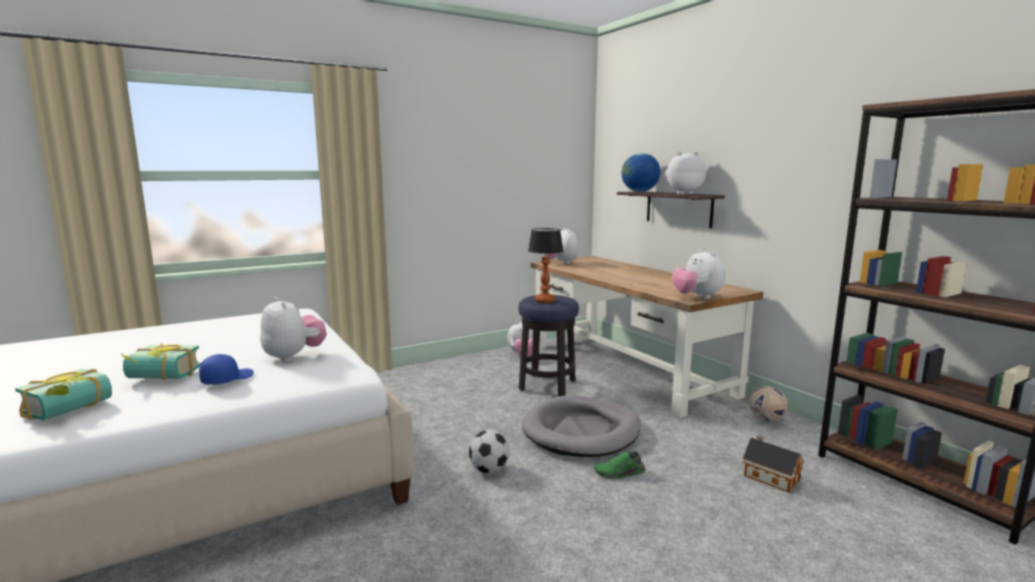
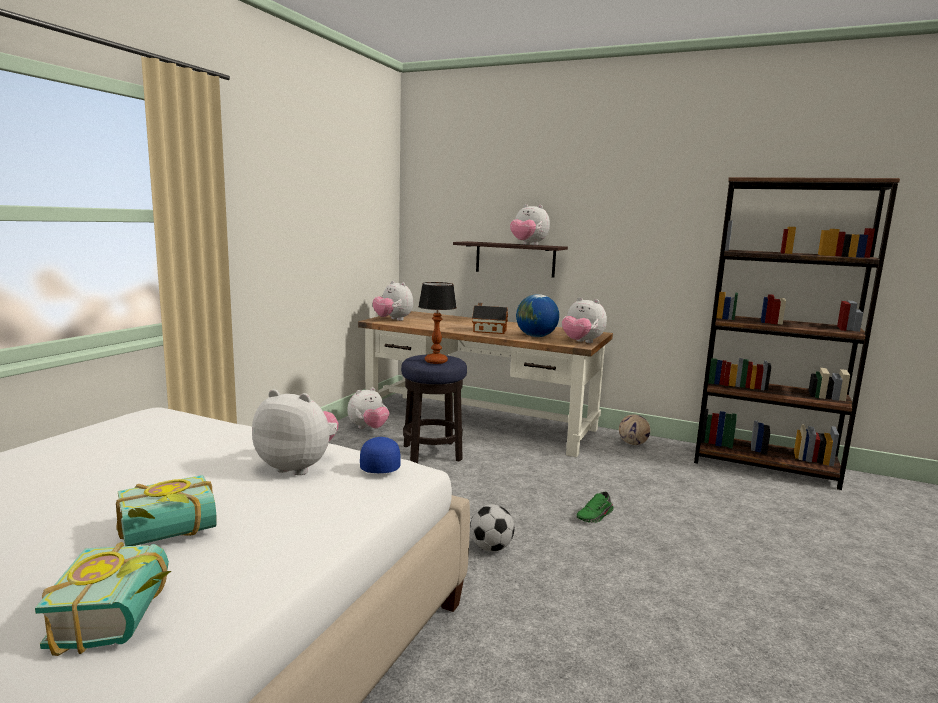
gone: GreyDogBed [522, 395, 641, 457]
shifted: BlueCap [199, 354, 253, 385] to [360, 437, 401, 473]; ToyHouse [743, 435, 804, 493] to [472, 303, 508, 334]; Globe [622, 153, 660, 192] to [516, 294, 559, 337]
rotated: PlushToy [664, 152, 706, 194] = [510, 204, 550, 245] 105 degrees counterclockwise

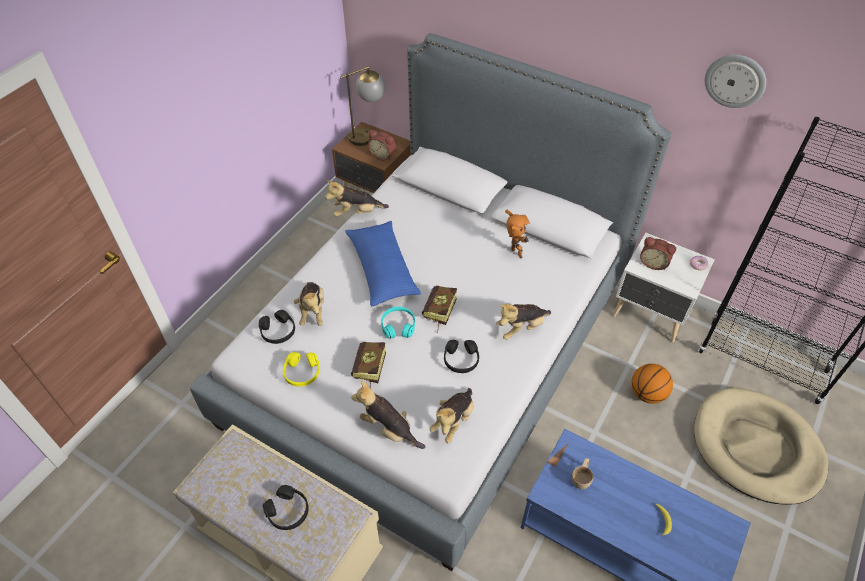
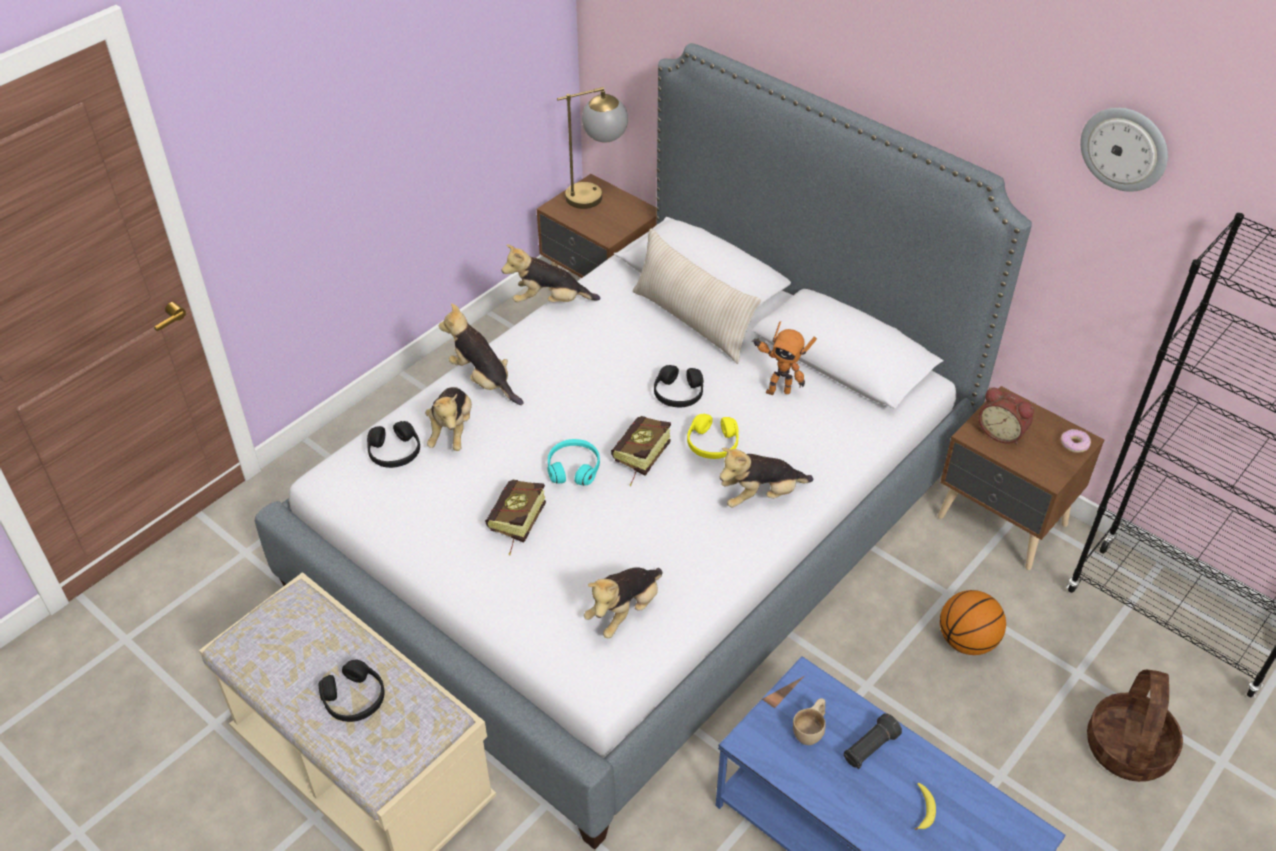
gone: BluePillow [345, 221, 421, 306]; AlarmClock [368, 130, 396, 161]
new: BeigePillow [633, 229, 761, 364]; BlackFlashlight [844, 713, 902, 769]
shifted: PlushToy [351, 381, 425, 449] to [439, 303, 523, 405]; BlackHeadphones [444, 340, 479, 373] to [654, 365, 703, 408]; YellowHeadphones [283, 352, 319, 387] to [687, 414, 739, 459]
swapped: BeigeDogBed [694, 388, 829, 505] to Basket [1087, 670, 1183, 782]
repainted: WhiteNightstand [612, 233, 715, 342] to BrownNightstand [938, 386, 1104, 570]
rotated: ToyRobot [505, 210, 530, 259] = [752, 321, 817, 395] 120 degrees clockwise

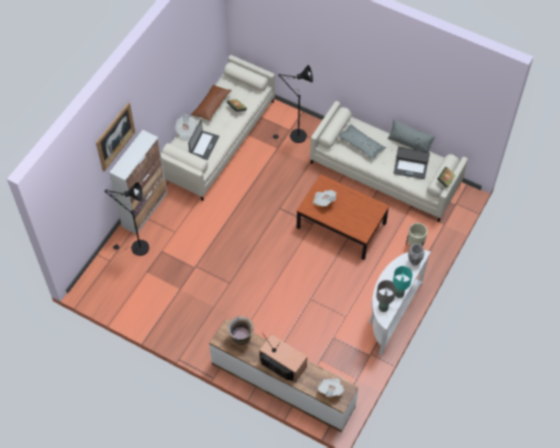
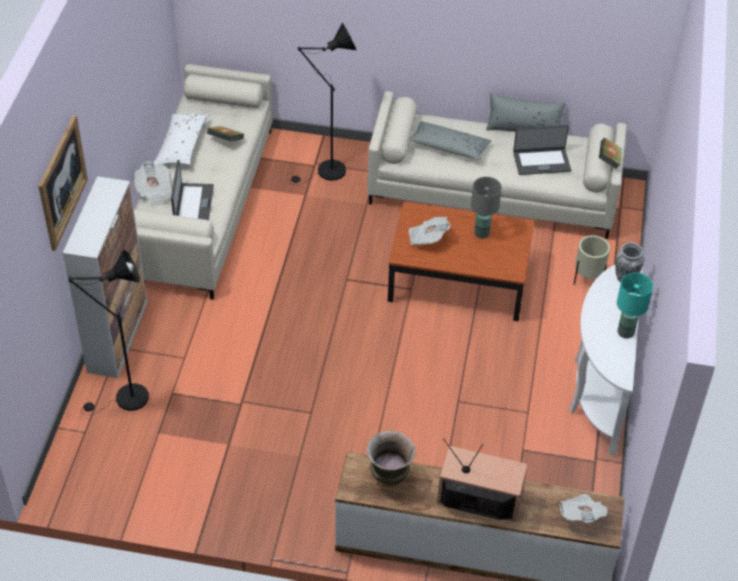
shifted: GreyTableLamp [376, 280, 396, 312] to [471, 177, 502, 239]
repainted: BrownPillow [191, 85, 232, 121] to WhitePillow [154, 114, 209, 165]

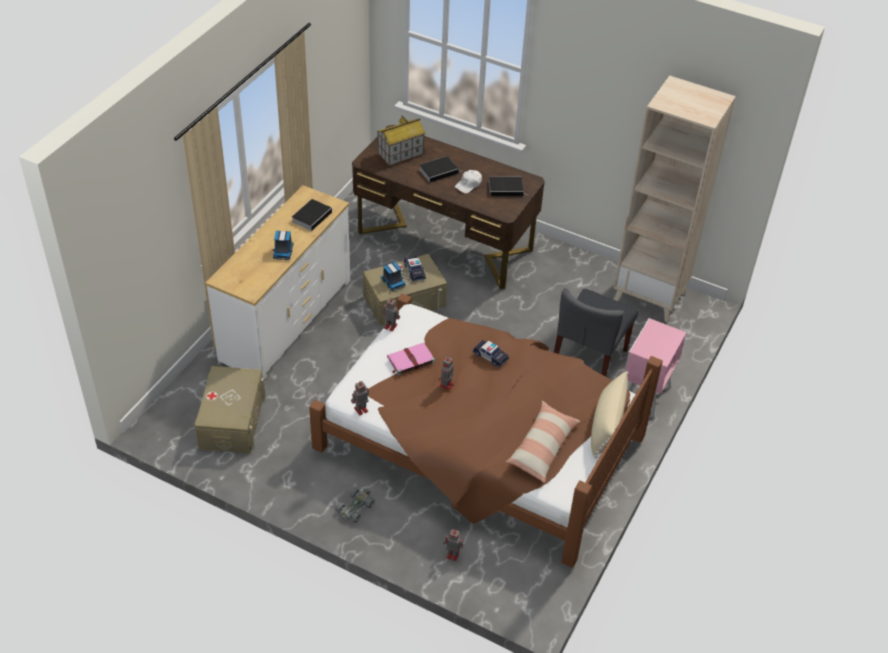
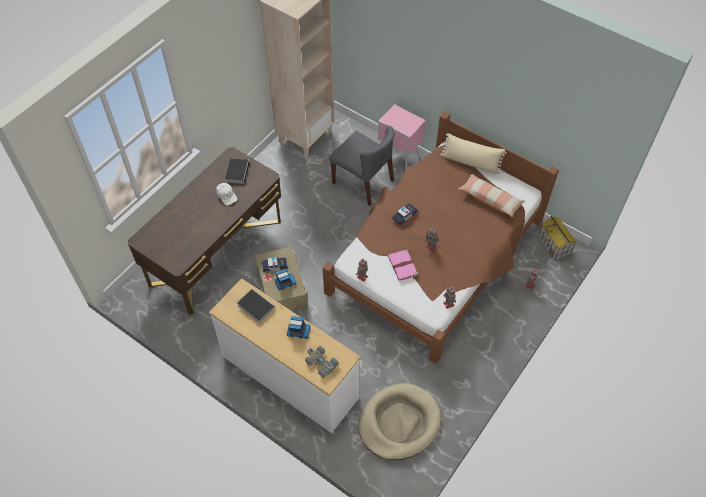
gone: Book [419, 156, 462, 182]
shifted: GreyToyCar [335, 488, 375, 523] to [305, 346, 339, 378]; ToyHouse [377, 116, 425, 166] to [538, 216, 577, 261]
swapped: BeigeStorageBox [194, 366, 266, 453] to BeigeDogBed [359, 383, 441, 460]

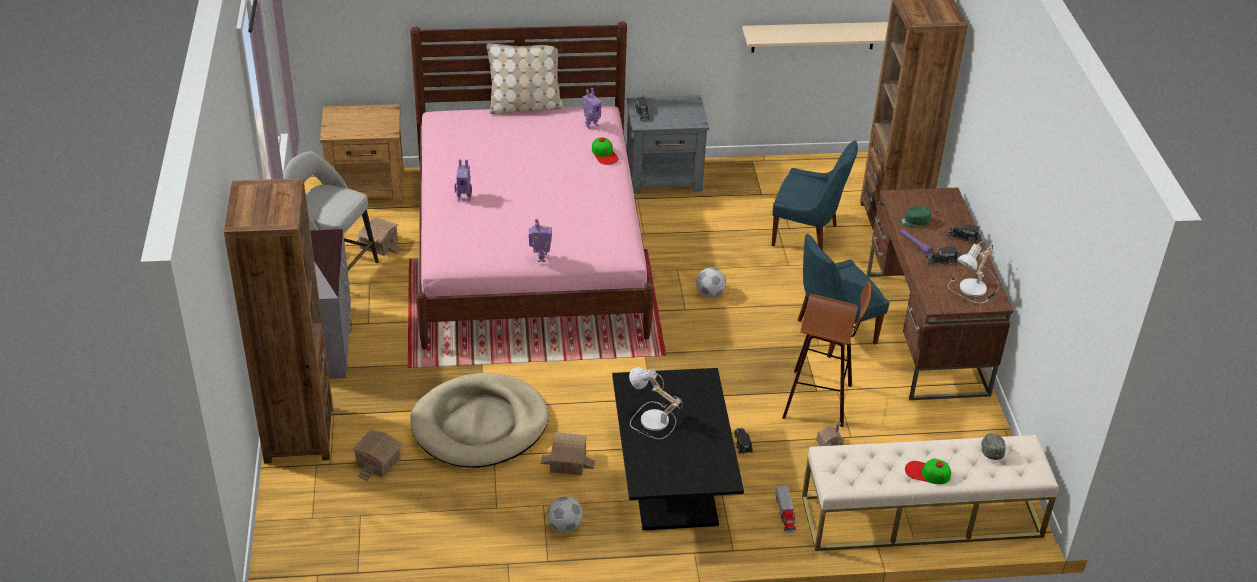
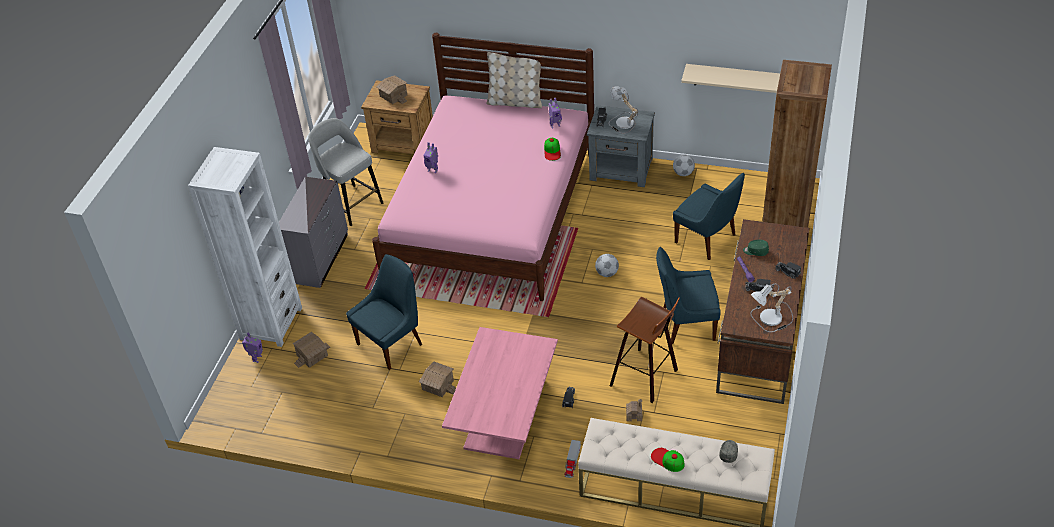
shifted: ToyRobot [529, 219, 552, 262] to [242, 332, 263, 363]; ToyHouse [357, 217, 401, 256] to [376, 75, 407, 104]; TableLamp [629, 367, 683, 440] to [608, 86, 638, 134]; Football [547, 497, 583, 532] to [673, 155, 695, 176]
swapped: BeigeDogBed [410, 373, 549, 468] to BlueChair [346, 254, 422, 370]
repainted: BrownBookcase [224, 178, 333, 464] to WhiteBookcase [188, 147, 302, 347]; BlackCoffeeTable [612, 368, 744, 530] to PinkCoffeeTable [442, 327, 558, 459]

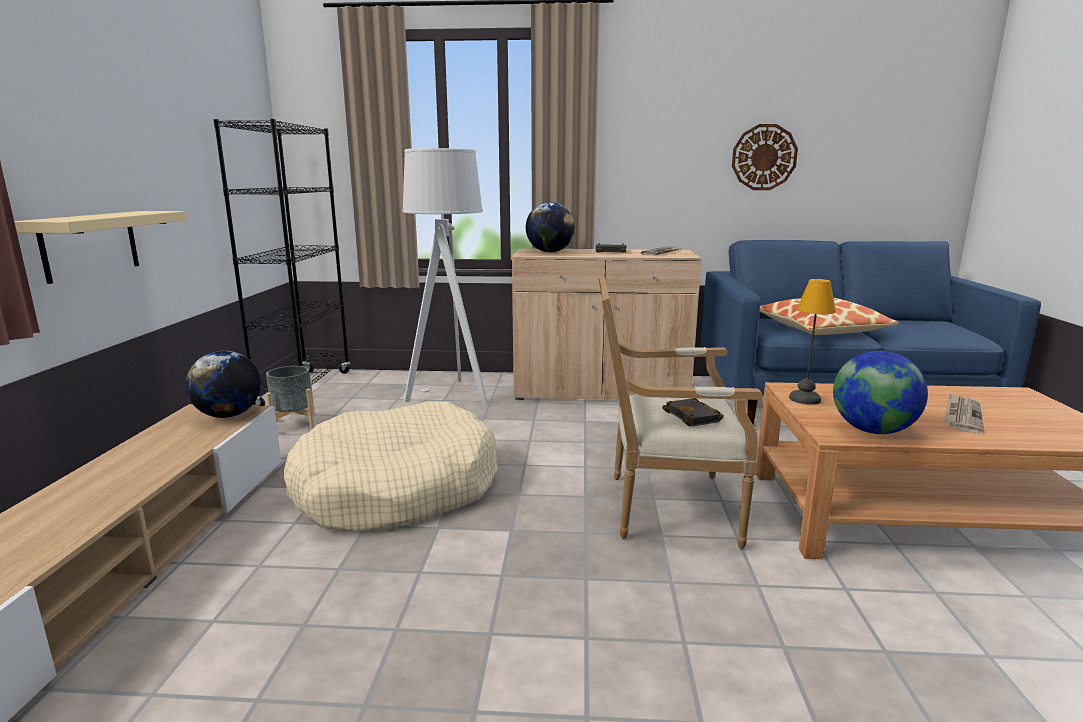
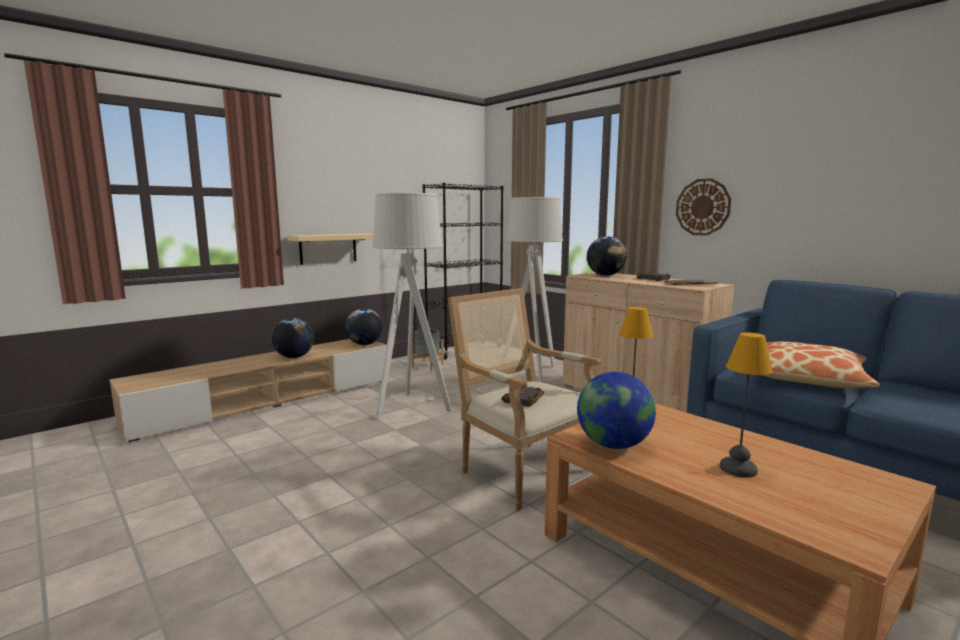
new: Globe [272, 318, 314, 358]
shifted: WallClock [732, 124, 798, 190] to [676, 178, 731, 236]
swapped: BeigeDogBed [284, 401, 498, 531] to GreyFloorLamp [372, 193, 452, 418]; Newspaper [944, 393, 984, 434] to TableLamp [720, 332, 773, 478]

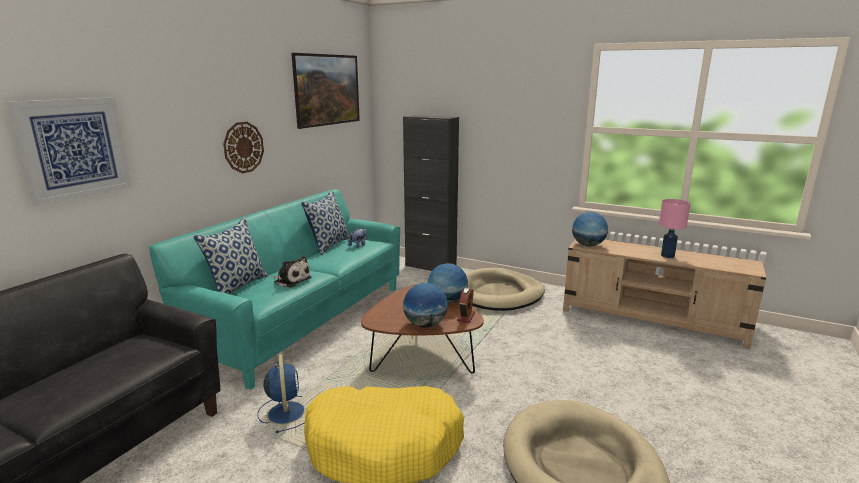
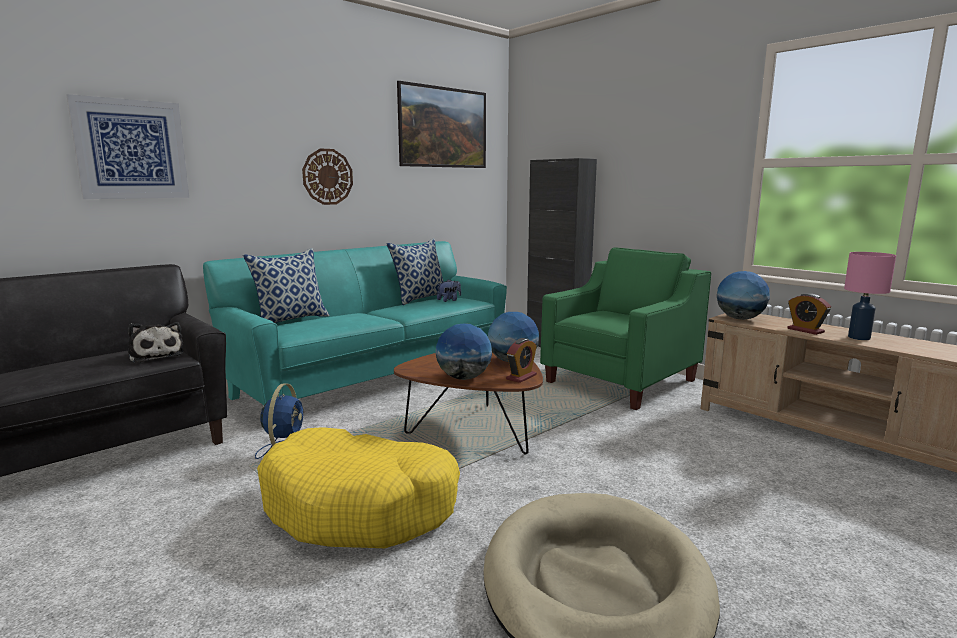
new: AlarmClock [787, 293, 831, 335]
shifted: PlushToy [272, 256, 312, 287] to [128, 322, 184, 363]
swapped: BeigeDogBed [465, 268, 545, 311] to GreenArmchair [540, 247, 711, 410]

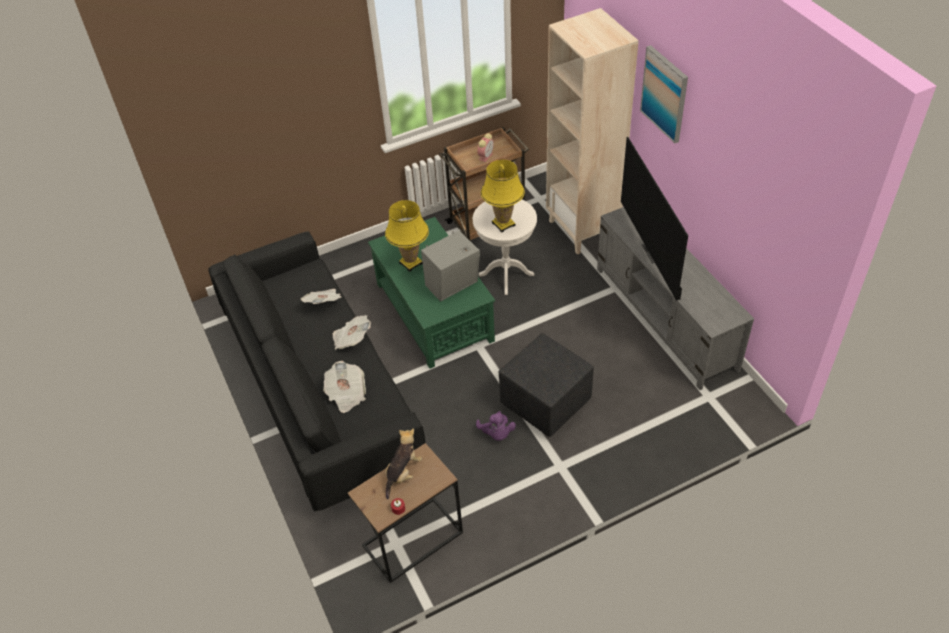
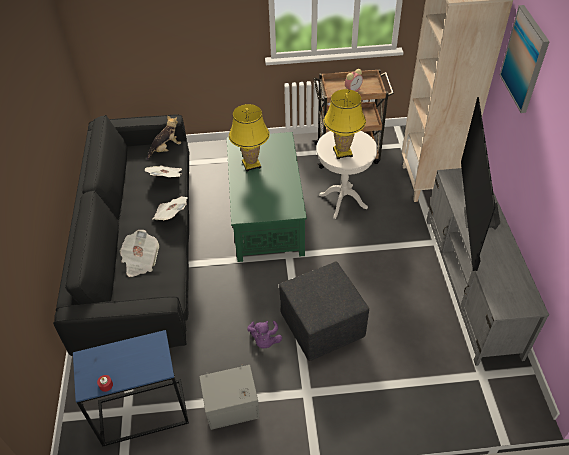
shifted: PlushToy [385, 428, 422, 499] to [147, 115, 181, 160]; GreySpeaker [421, 231, 480, 302] to [199, 365, 259, 430]
repainted: BrownSideTable [348, 443, 463, 583] to BlueSideTable [73, 330, 189, 446]

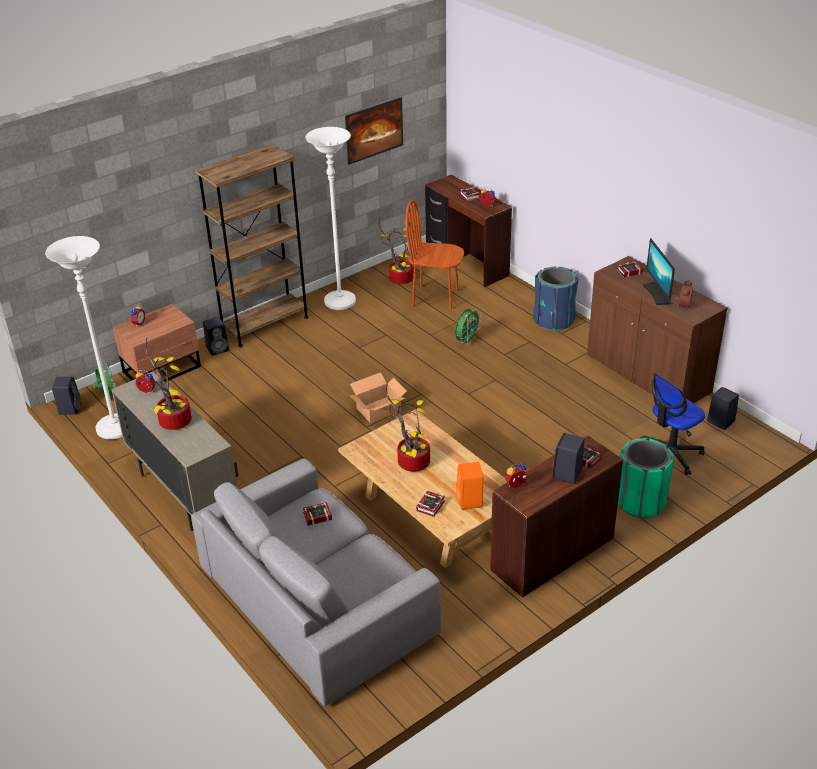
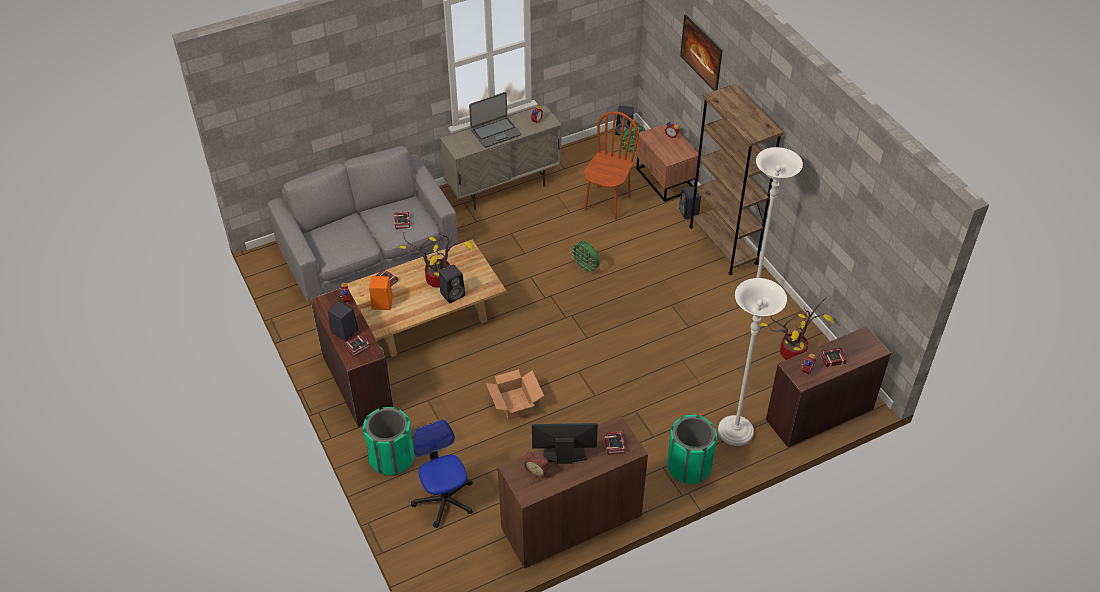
shifted: BlackSpeaker [707, 387, 739, 430] to [439, 264, 465, 303]; CardboardBox [350, 372, 407, 423] to [486, 370, 544, 420]; GreenFan [455, 309, 482, 345] to [570, 241, 600, 274]; BrownChair [405, 200, 464, 310] to [584, 111, 639, 220]; Picture [345, 97, 403, 165] to [680, 14, 723, 91]; WhiteFloorLamp [45, 236, 122, 440] to [718, 278, 787, 446]
swapped: PottedPlant [145, 338, 192, 430] to Laptop [469, 92, 521, 148]
repainted: BlueTrashCan [533, 266, 578, 331] to GreenTrashCan [667, 415, 717, 484]

